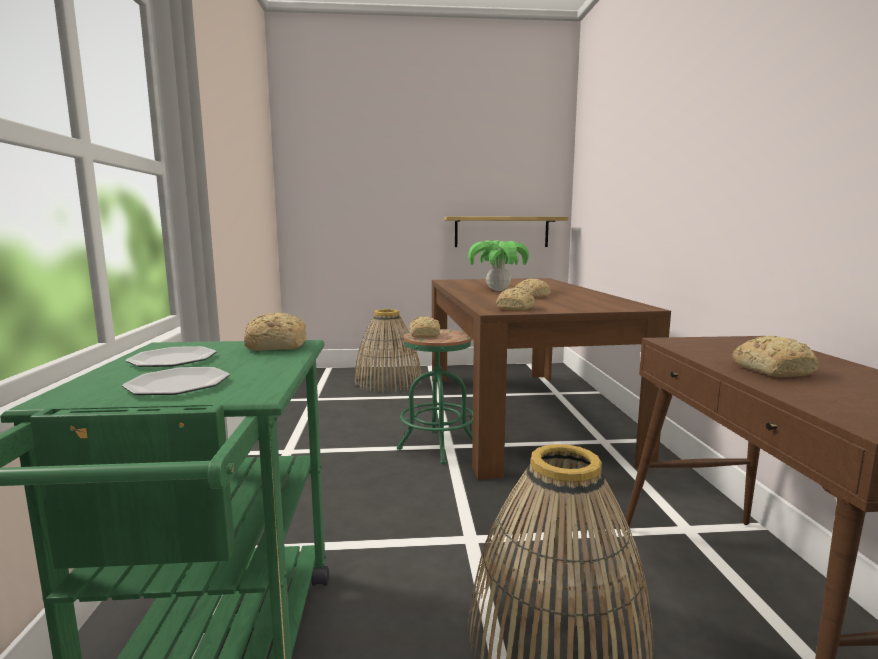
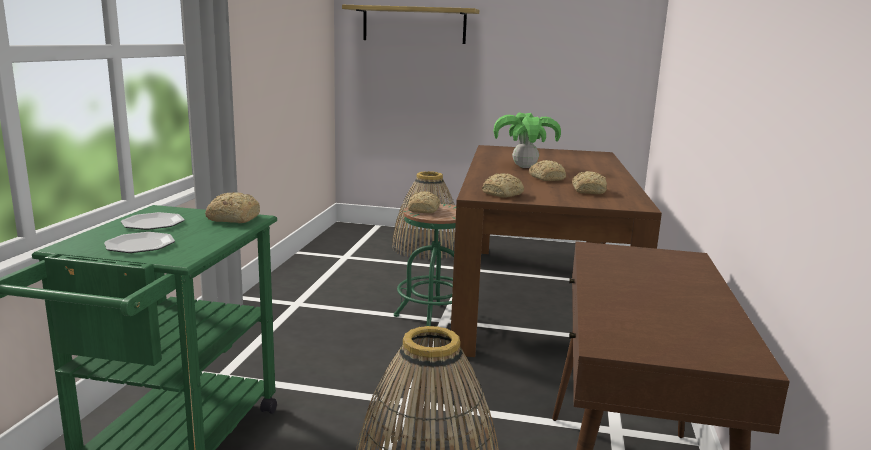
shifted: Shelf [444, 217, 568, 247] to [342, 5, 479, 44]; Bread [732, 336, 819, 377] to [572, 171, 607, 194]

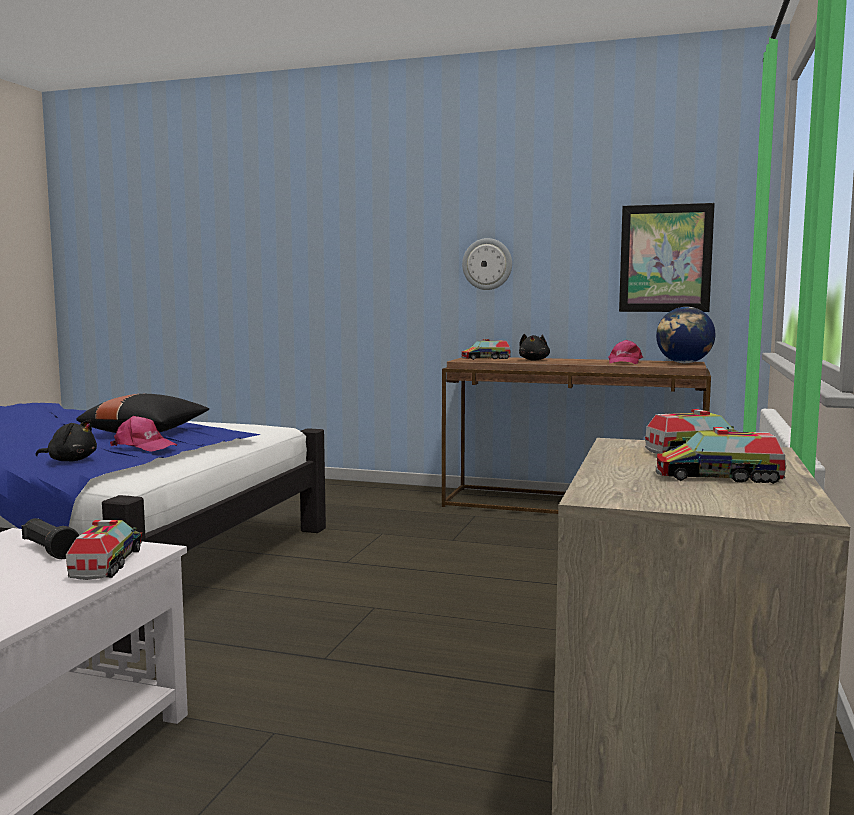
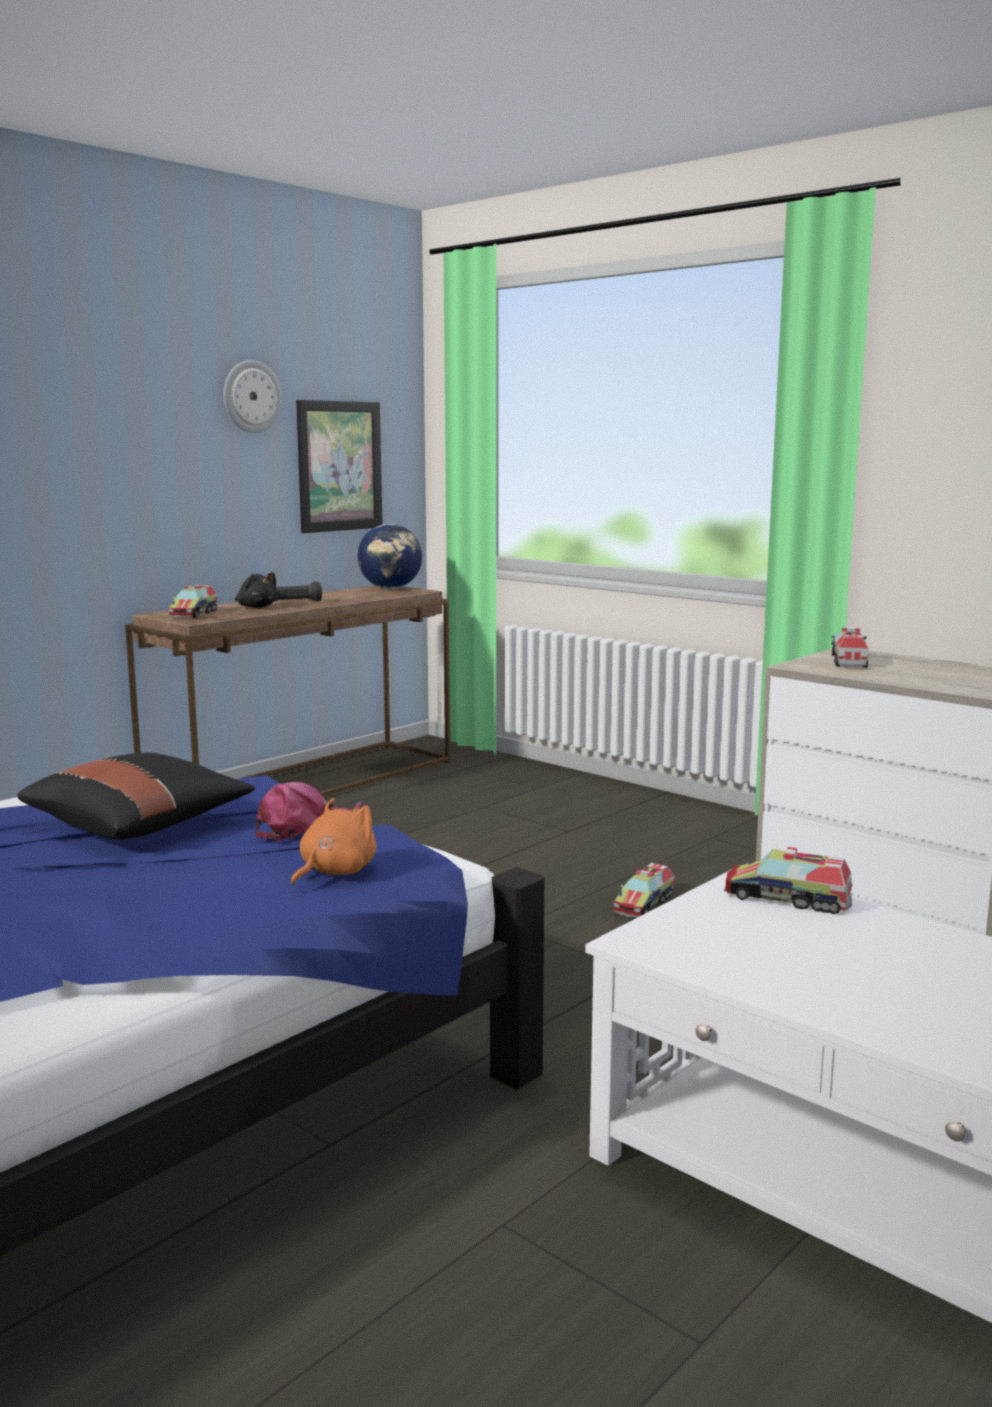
gone: PinkCap [608, 340, 643, 364]
shifted: WallClock [462, 238, 512, 290] to [223, 360, 282, 433]; BlackFlashlight [21, 518, 80, 559] to [275, 582, 322, 601]; ToyTruck [655, 427, 787, 484] to [613, 863, 674, 917]
repainted: BlackPlushToy [36, 420, 97, 461] to OrangePlushToy [291, 798, 376, 886]

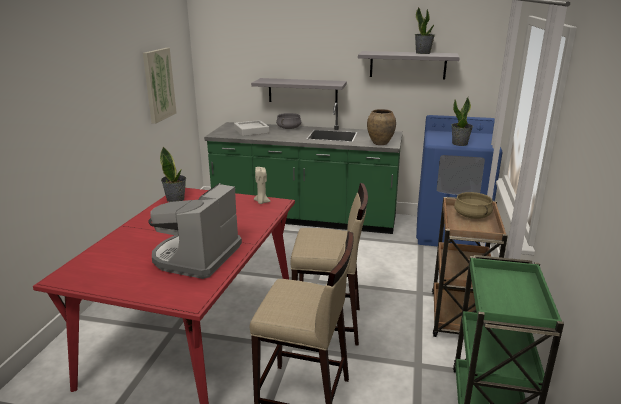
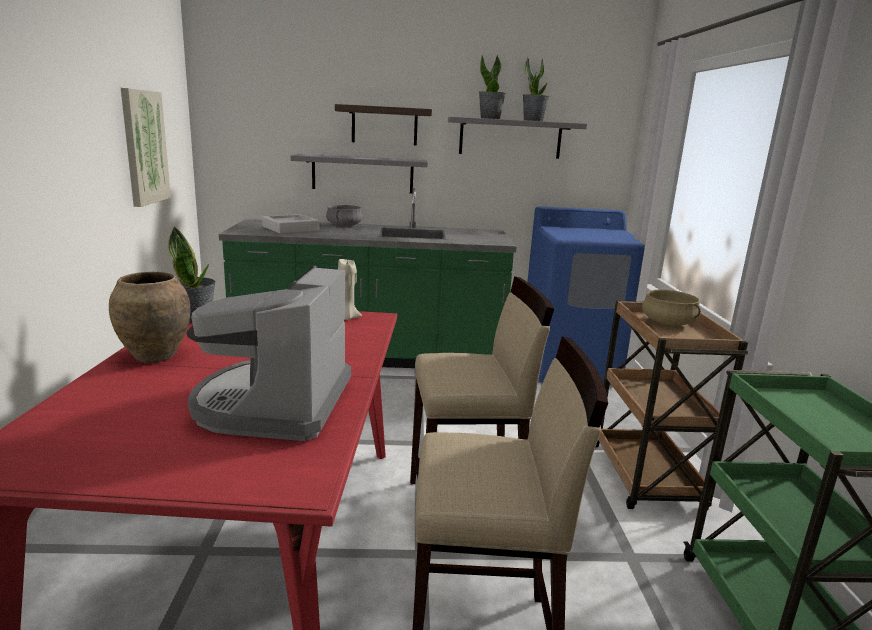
new: Shelf [335, 104, 432, 145]
shifted: BrownVase [367, 109, 396, 145] to [109, 272, 190, 363]; PottedPlant [451, 97, 473, 146] to [479, 55, 506, 119]

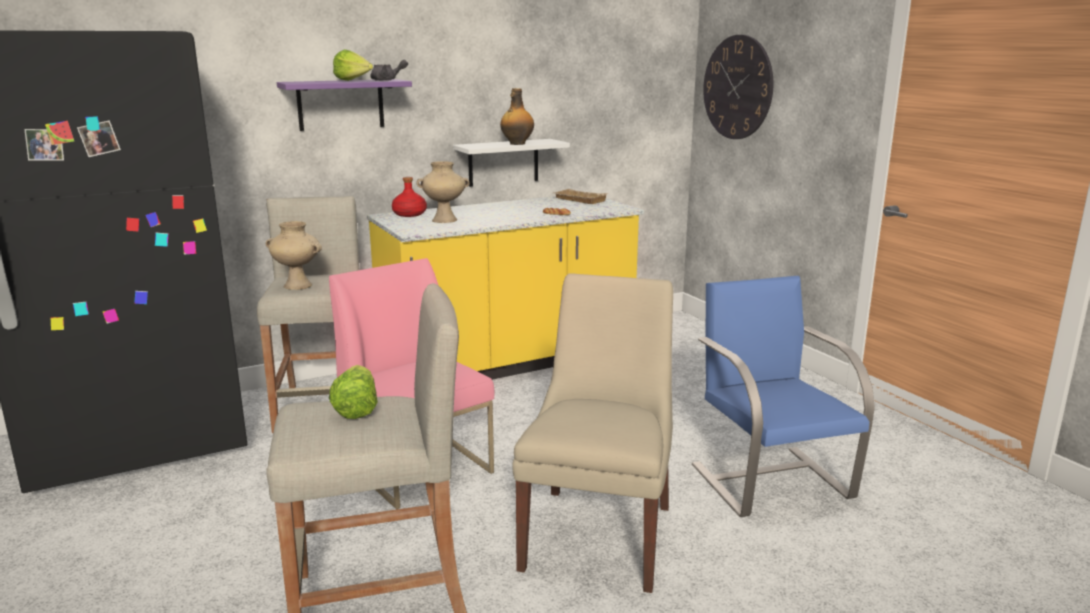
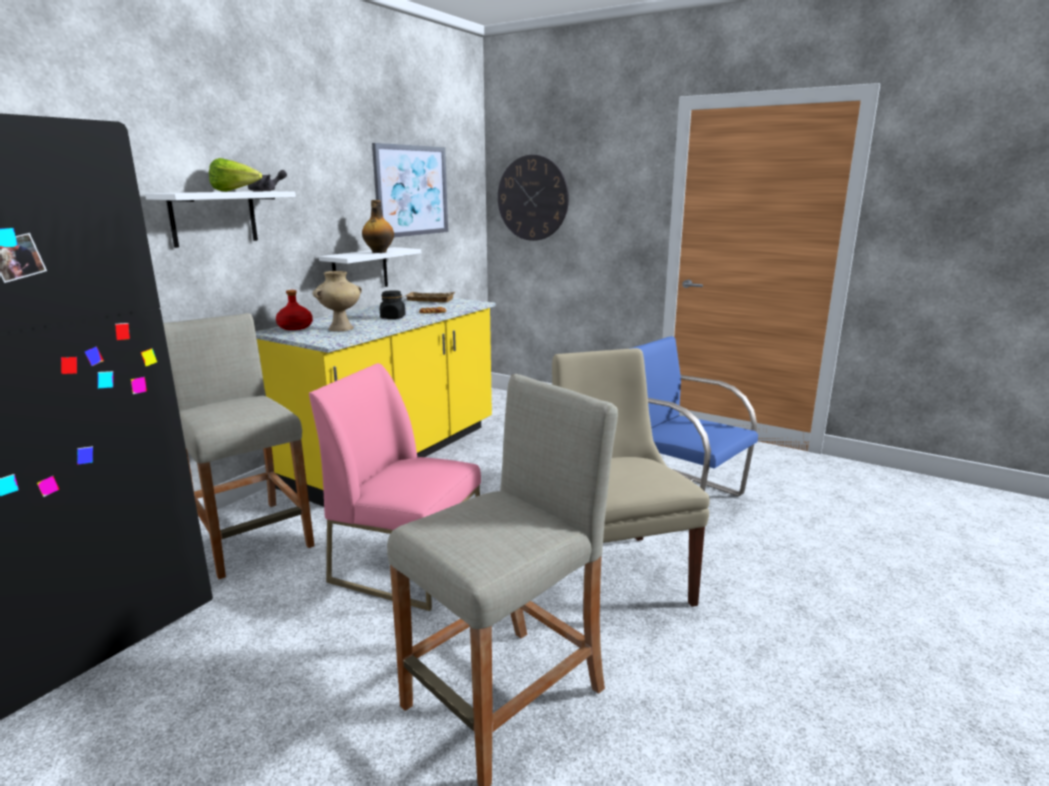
gone: BeigeVase [265, 221, 322, 290]; Lettuce [329, 365, 378, 419]
new: Picture [372, 143, 448, 238]; BlackJar [380, 290, 406, 319]
repainted: PurpleShelf [277, 79, 412, 131] to WhiteShelf [145, 191, 296, 248]

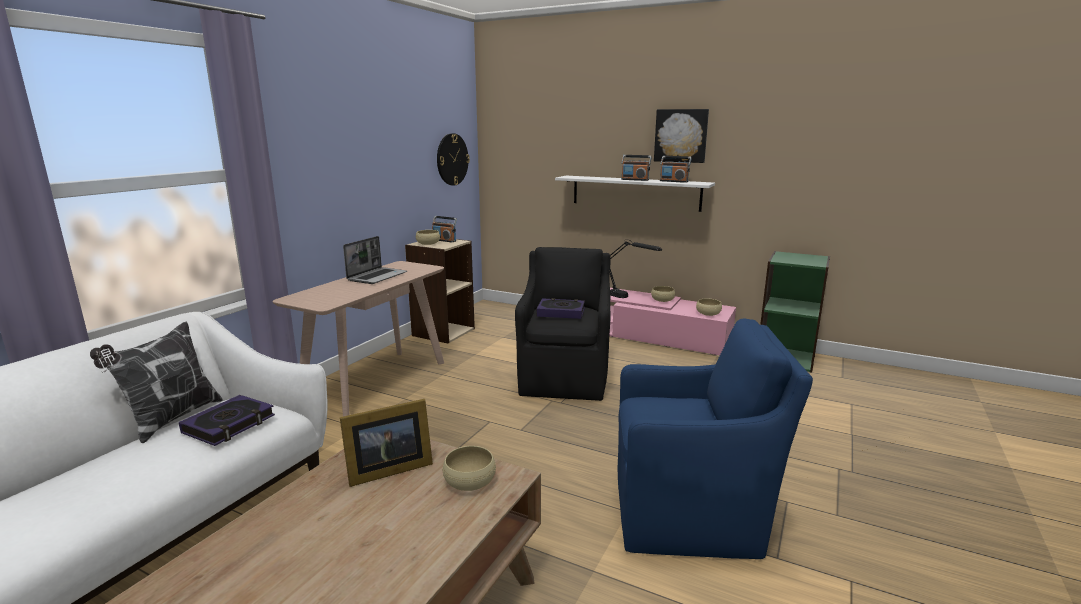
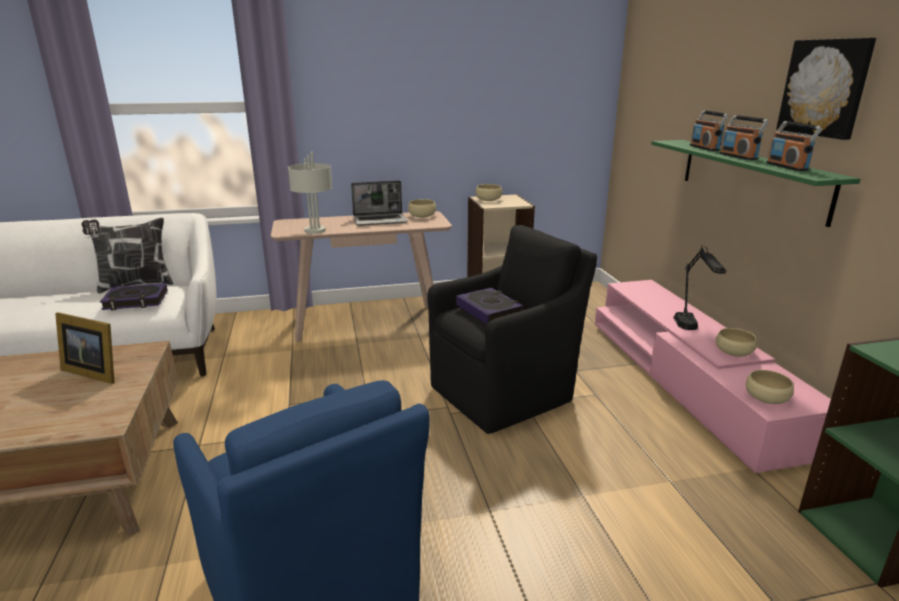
gone: WallClock [437, 133, 470, 186]
new: GreyTableLamp [288, 152, 332, 234]
shifted: BeigeBowl [443, 446, 496, 491] to [408, 199, 436, 218]; Radio [432, 216, 457, 242] to [690, 110, 729, 151]
repainted: WhiteShelf [555, 176, 715, 212] to GreenShelf [651, 140, 860, 227]

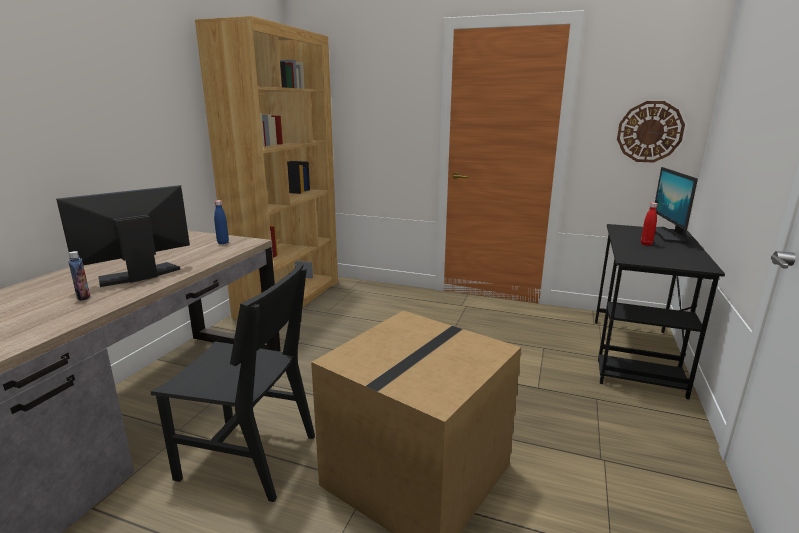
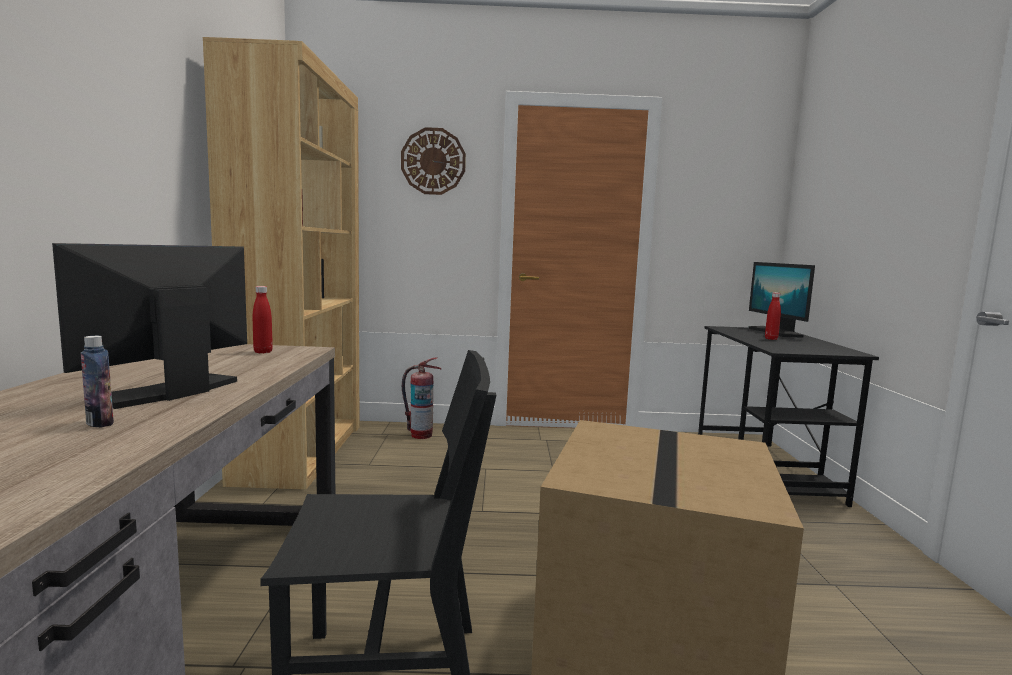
new: FireExtinguisher [402, 357, 442, 439]
shifted: WallClock [617, 101, 685, 163] to [401, 127, 466, 195]
repainted: BlueBottle [214, 200, 229, 244] to RedBottle [253, 286, 273, 353]

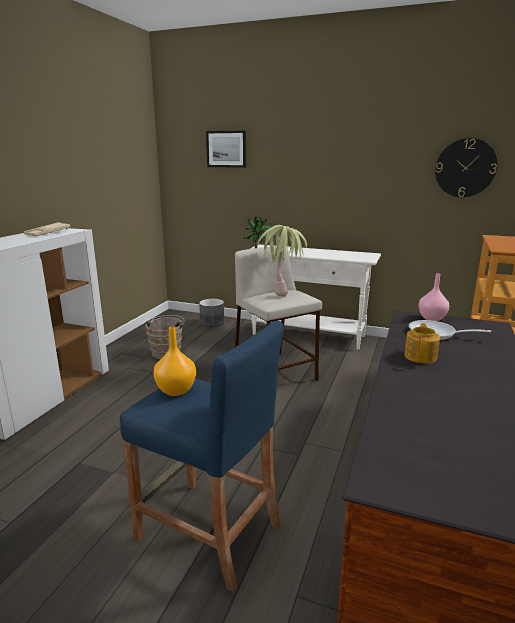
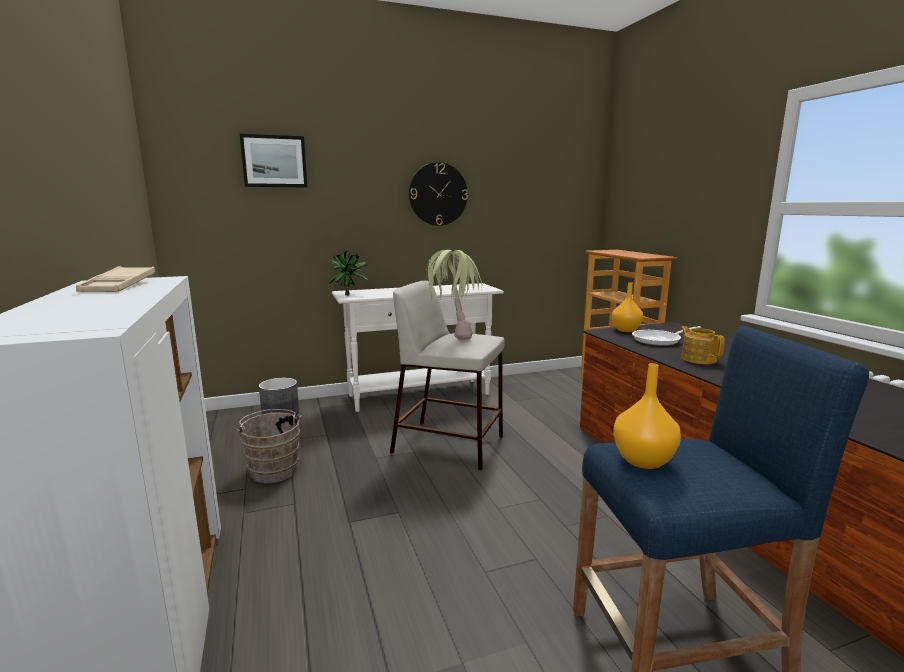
shifted: WallClock [435, 138, 497, 197] to [409, 162, 468, 226]
repainted: PinkVase [419, 273, 449, 321] to OrangeVase [612, 282, 643, 332]

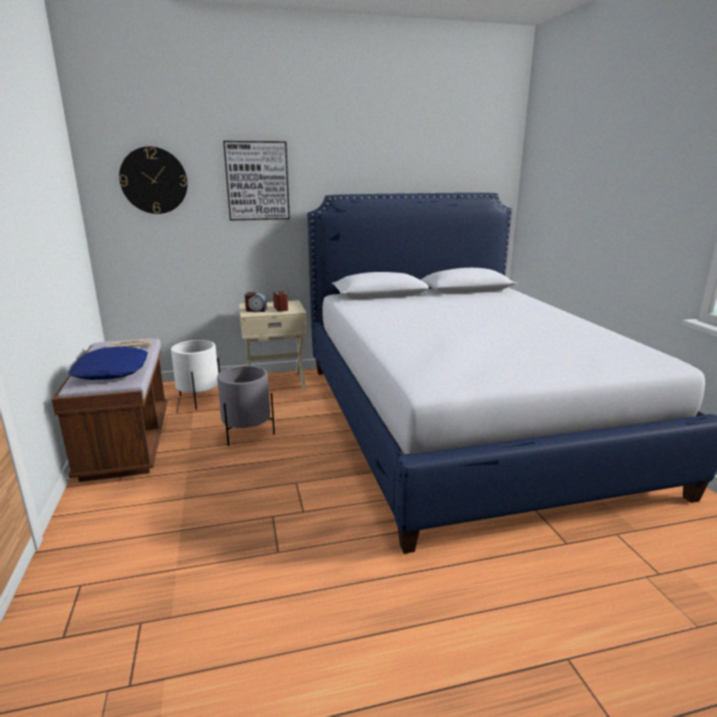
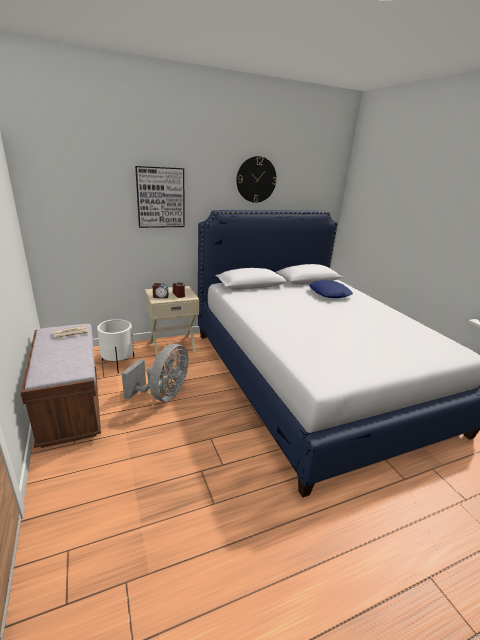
shifted: WallClock [119, 146, 188, 214] to [236, 156, 277, 203]; BluePillow [68, 346, 148, 380] to [309, 280, 353, 298]
swapped: GreyPlanter [217, 366, 275, 446] to GreyFan [122, 343, 189, 401]

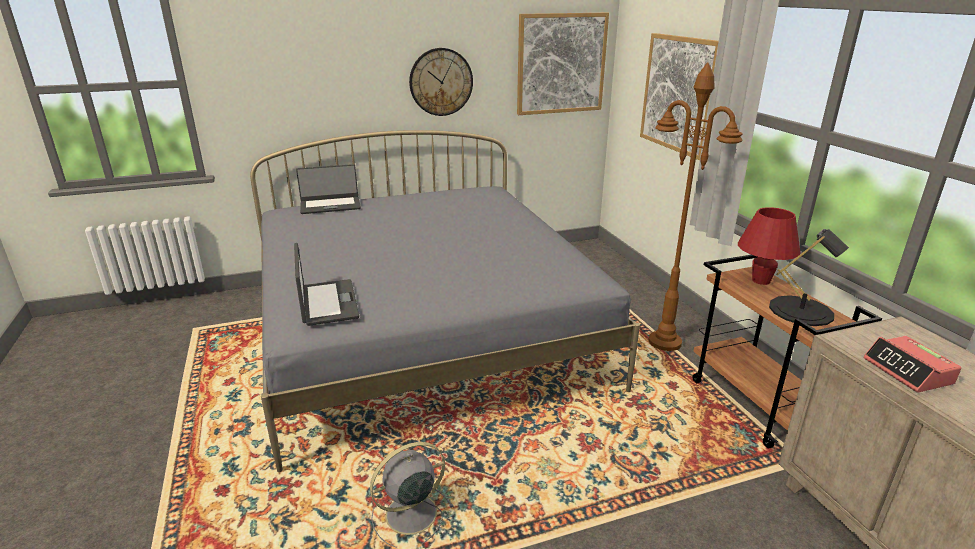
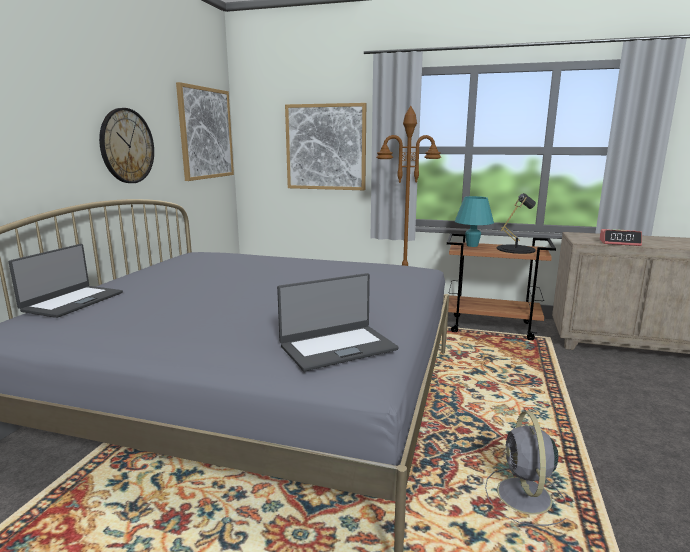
repainted: RedTableLamp [738, 207, 801, 285] to TurquoiseTableLamp [455, 196, 494, 247]
rotated: Laptop [294, 243, 359, 326] = [277, 273, 398, 371] 135 degrees clockwise

